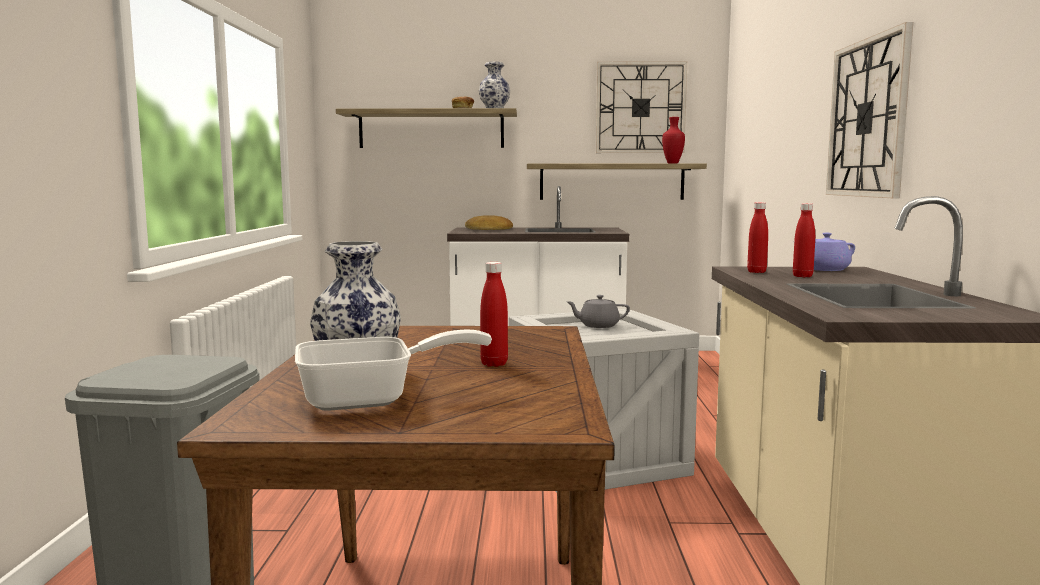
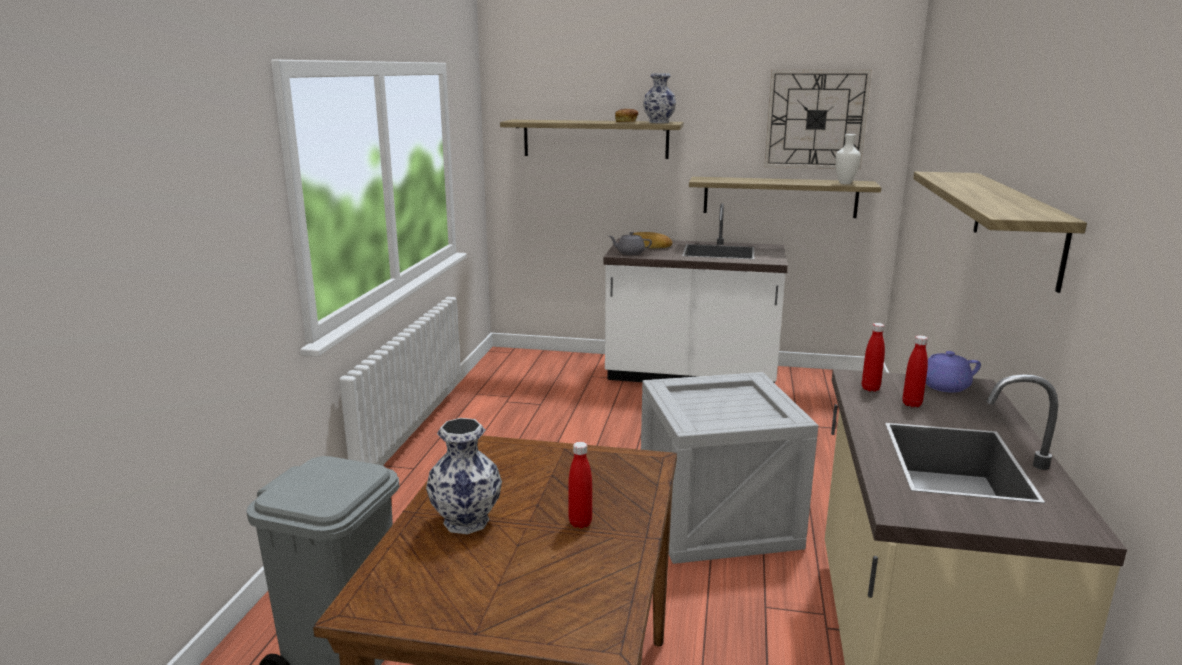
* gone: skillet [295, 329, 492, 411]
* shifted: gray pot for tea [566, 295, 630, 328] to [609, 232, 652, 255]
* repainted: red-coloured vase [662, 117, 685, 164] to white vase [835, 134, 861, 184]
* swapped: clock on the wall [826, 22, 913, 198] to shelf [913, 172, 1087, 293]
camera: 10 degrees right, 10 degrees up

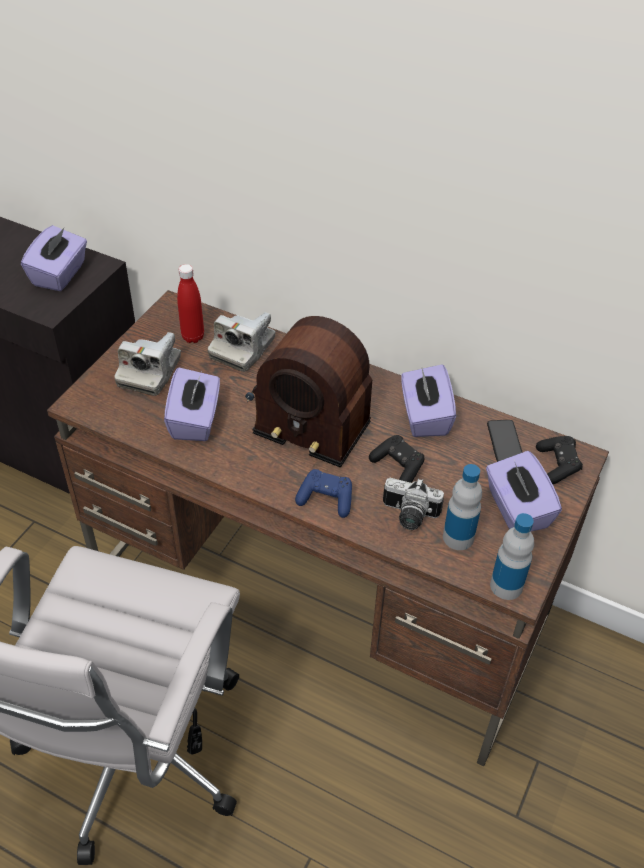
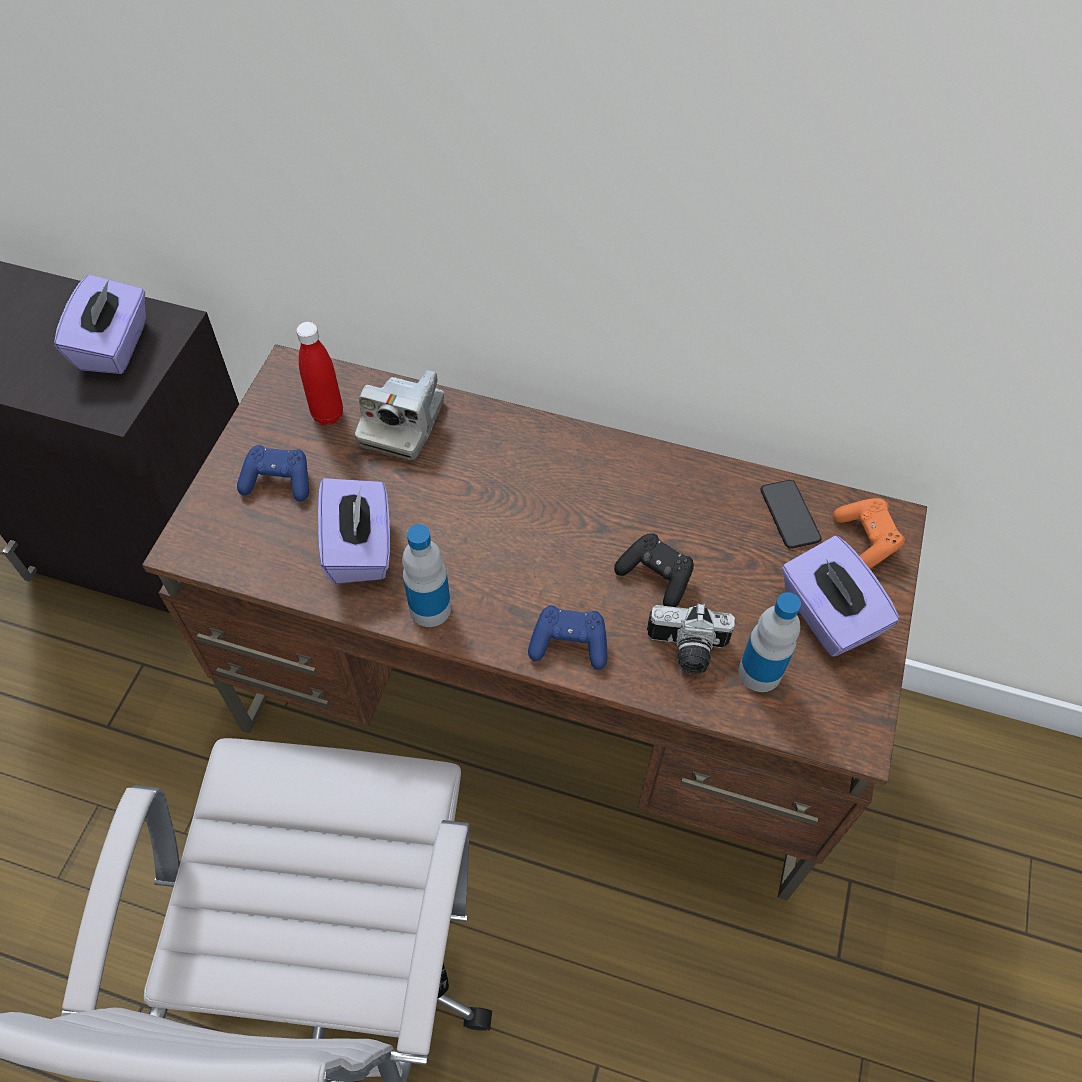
* swapped: still camera [115, 332, 181, 396] to blue joypad [237, 445, 309, 502]
* gone: radio set [245, 316, 372, 468]
* gone: purple tissue box [401, 365, 456, 437]
* shifted: beverage bottle [490, 513, 534, 600] to [402, 524, 451, 627]
* repainted: blackish joypad [536, 436, 583, 484] to orange joypad [833, 498, 905, 569]
camera: 10 degrees left, 10 degrees up

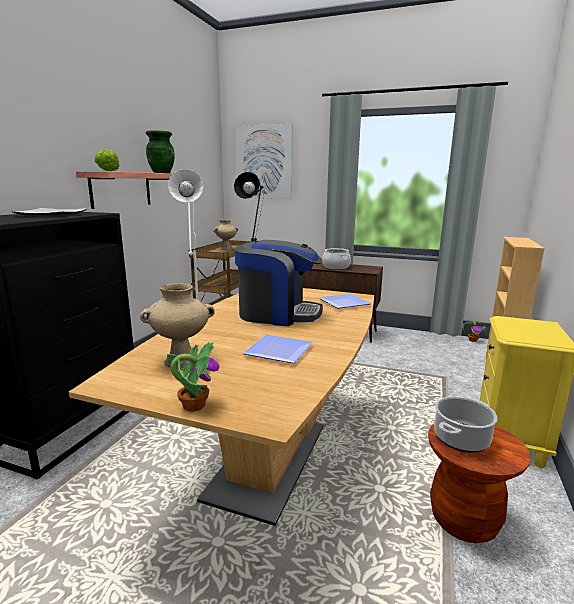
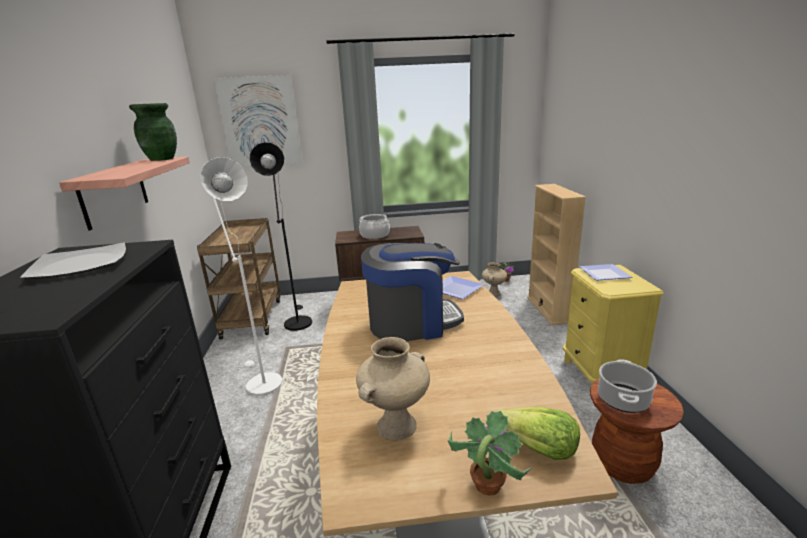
* shifted: lettuce head [94, 149, 120, 171] to [497, 407, 580, 460]
* shifted: sand-coloured vase [213, 220, 238, 250] to [482, 262, 507, 297]
* shifted: dinner plate [243, 335, 313, 363] to [579, 264, 633, 280]
camera: 25 degrees left, 5 degrees up

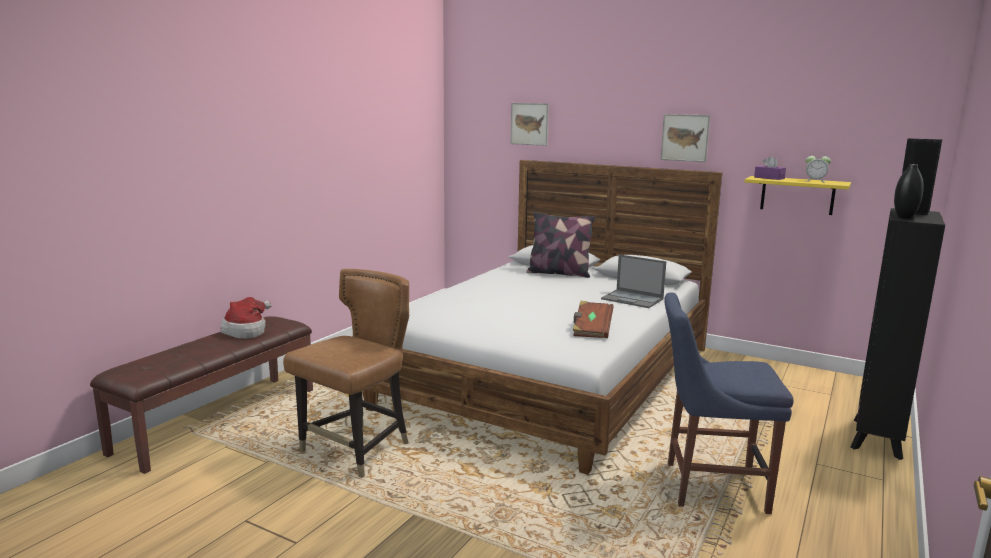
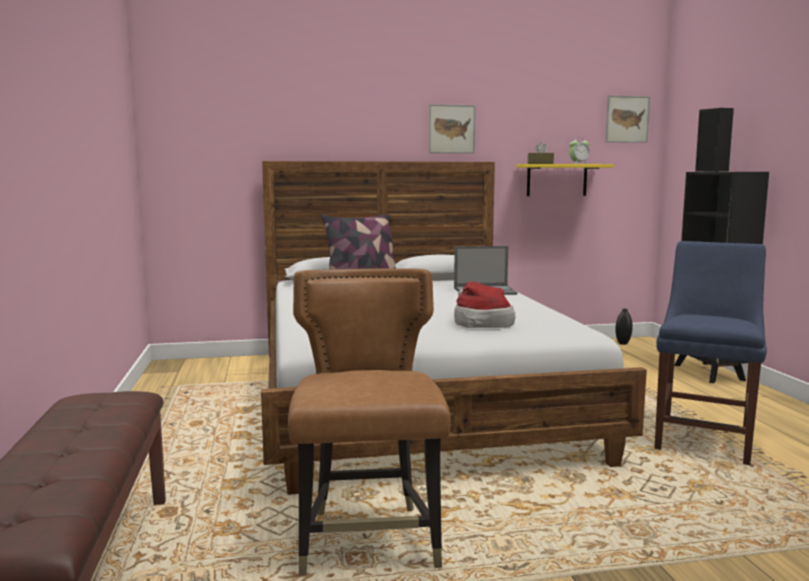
* shifted: hat [221, 297, 272, 339] to [454, 282, 515, 328]
* shifted: wall art [511, 103, 549, 146] to [605, 95, 650, 143]
* gone: brown-coloured volume [573, 301, 614, 338]
* rotated: blue plain chair [664, 292, 794, 514] = [655, 241, 767, 465] 150 degrees clockwise
* repainted: purple tissue box [754, 156, 786, 180] to brown-coloured tissue box [528, 142, 554, 164]
* shifted: blackish vase [894, 164, 924, 219] to [615, 309, 633, 345]
camera: 40 degrees left, 5 degrees down

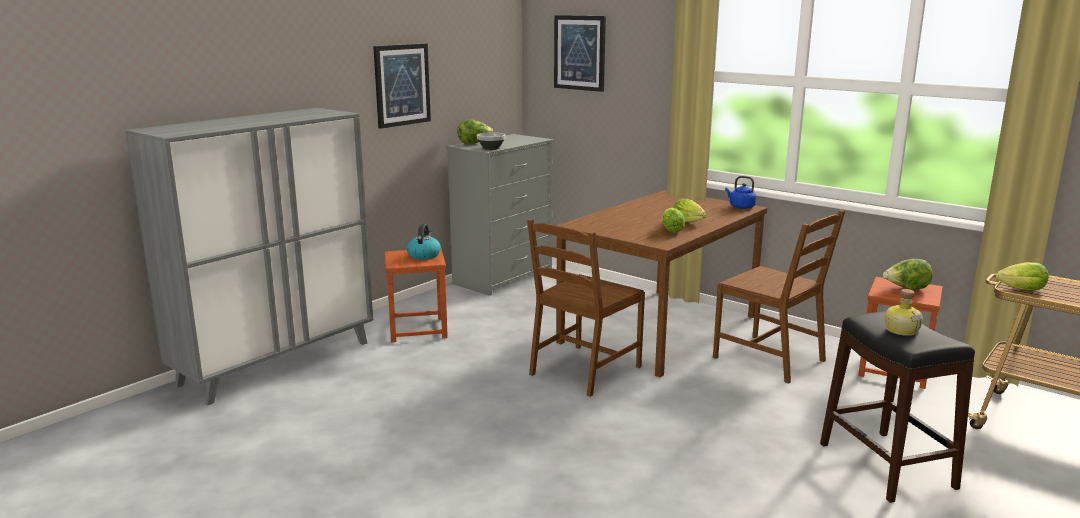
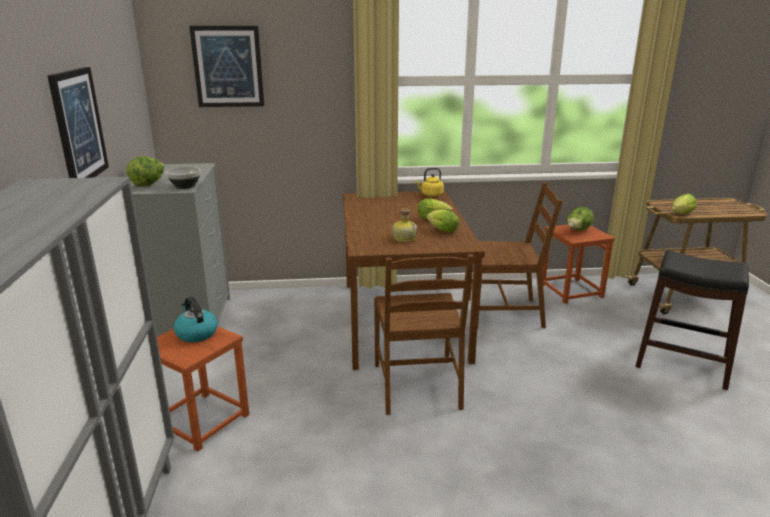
* repainted: blue tea kettle [725, 176, 756, 209] to yellowish tea kettle [415, 168, 444, 197]
* shifted: beverage bottle [885, 289, 923, 336] to [392, 208, 417, 242]
camera: 45 degrees left, 5 degrees up

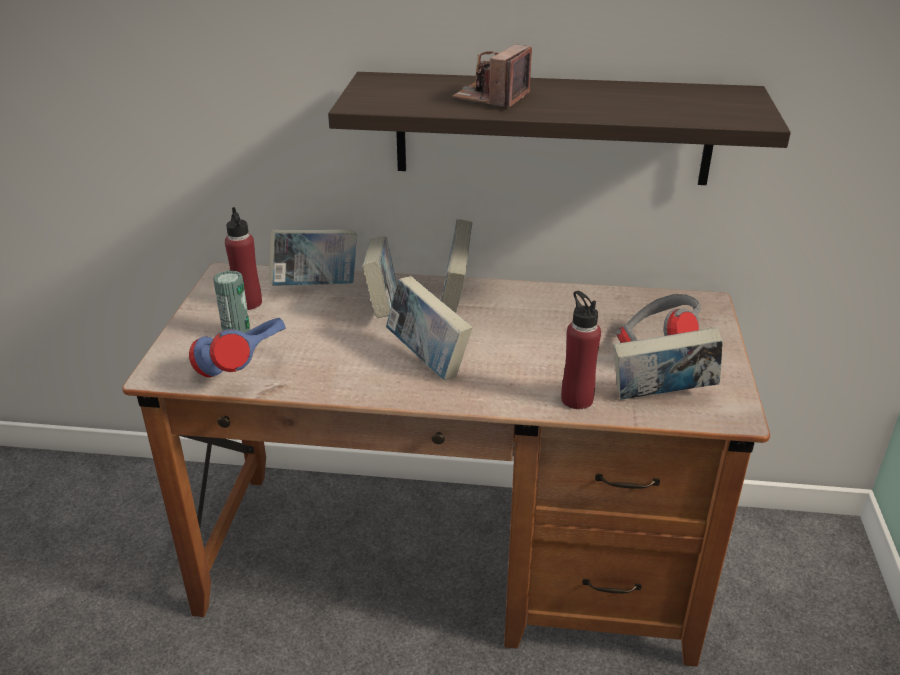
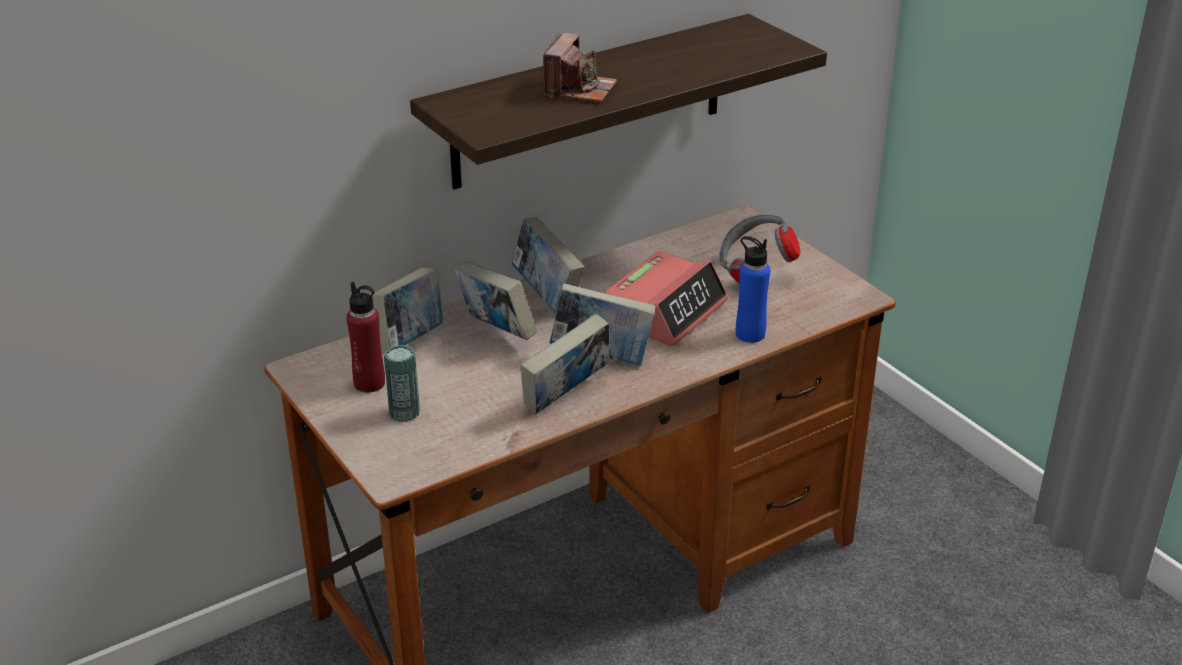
* gone: blue headset [189, 318, 286, 377]
* rotated: still camera [452, 44, 532, 107] = [543, 33, 617, 102] 150 degrees counterclockwise
* repainted: red-coloured beverage bottle [561, 291, 601, 409] to blue beverage bottle [736, 236, 770, 343]
* shifted: volume [613, 327, 723, 400] to [520, 314, 609, 415]
* new: bedside clock [604, 251, 728, 346]
camera: 40 degrees left, 0 degrees up

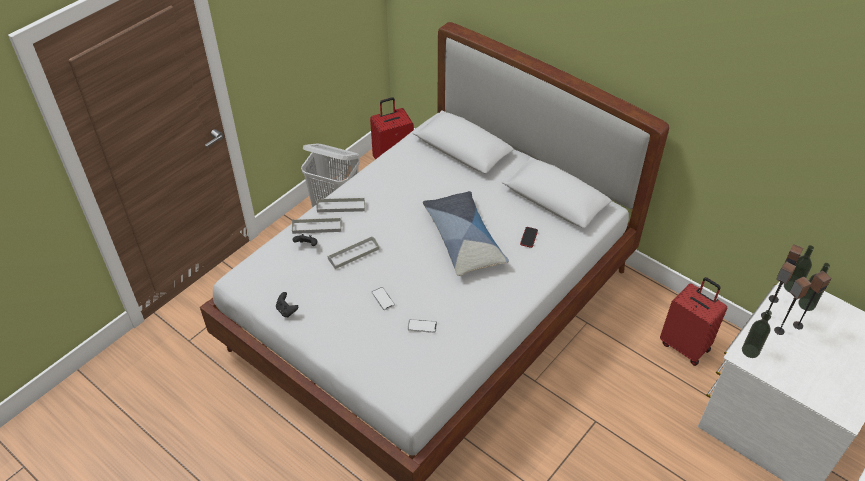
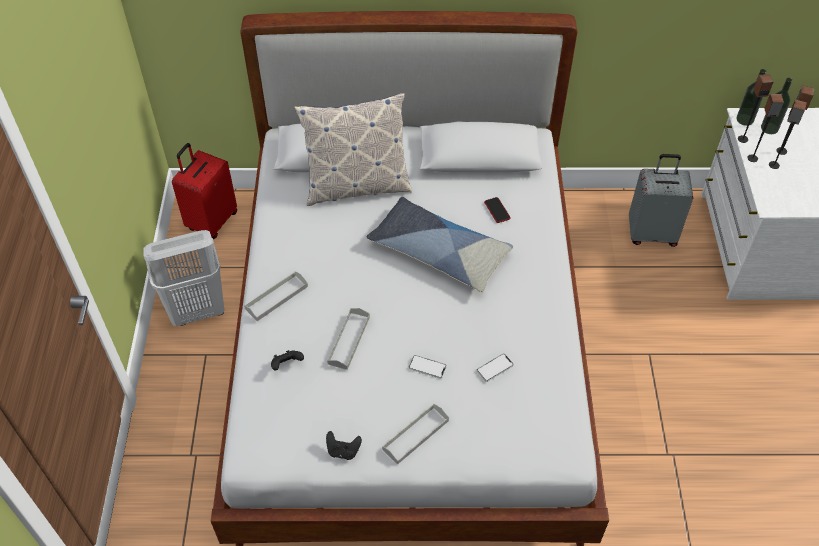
* shifted: gray carrying tray [292, 218, 342, 234] to [382, 404, 449, 465]
* repainted: red-coloured travel case [660, 277, 727, 366] to gray travel case [629, 154, 693, 247]
* gone: beverage bottle [742, 310, 772, 358]
* new: cushion [294, 93, 412, 206]
camera: 40 degrees left, 5 degrees up

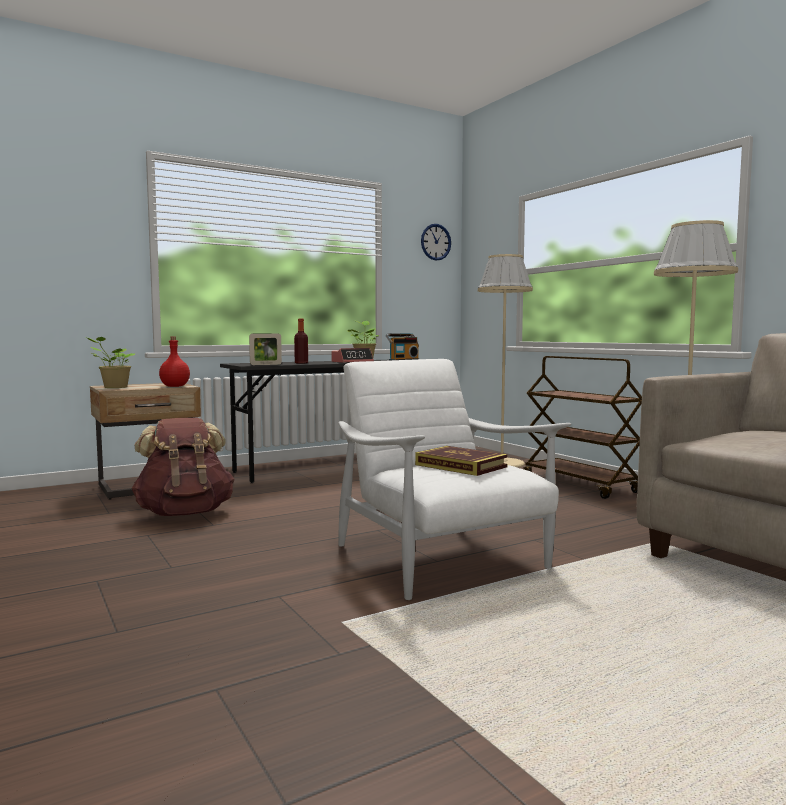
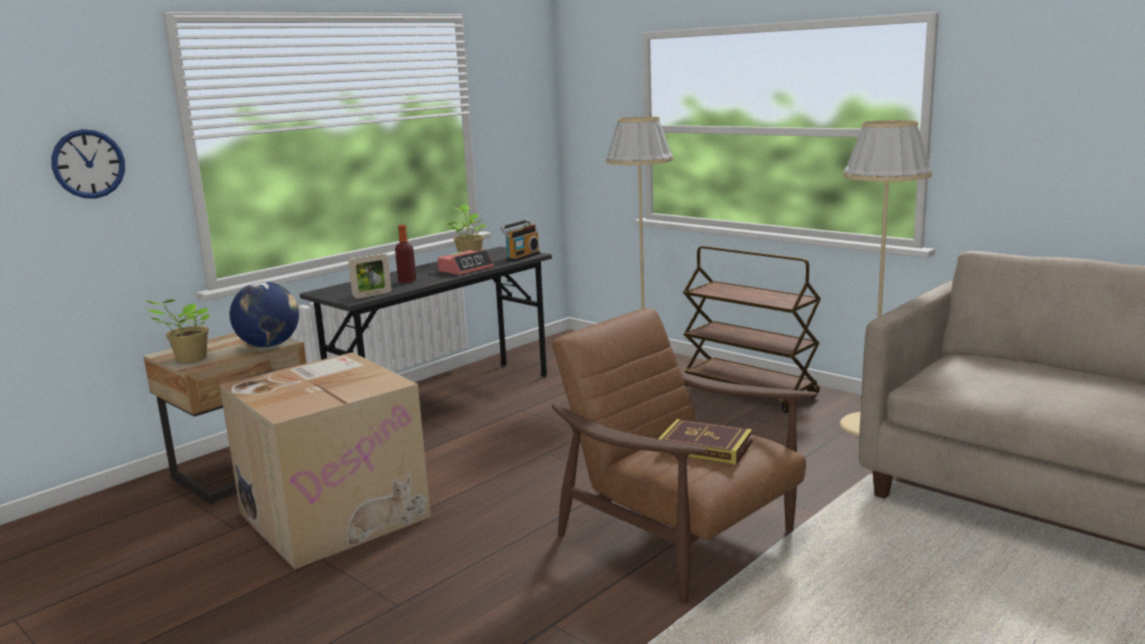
* swapped: brown-coloured backpack [132, 418, 235, 516] to packing box [220, 352, 431, 569]
* swapped: red-coloured beverage bottle [159, 337, 190, 387] to desk globe [230, 282, 299, 347]
* repainted: white armchair [338, 359, 571, 600] to brown-coloured armchair [552, 308, 817, 604]
* shifted: clock on the wall [421, 224, 451, 261] to [51, 129, 125, 199]
camera: 15 degrees left, 10 degrees up

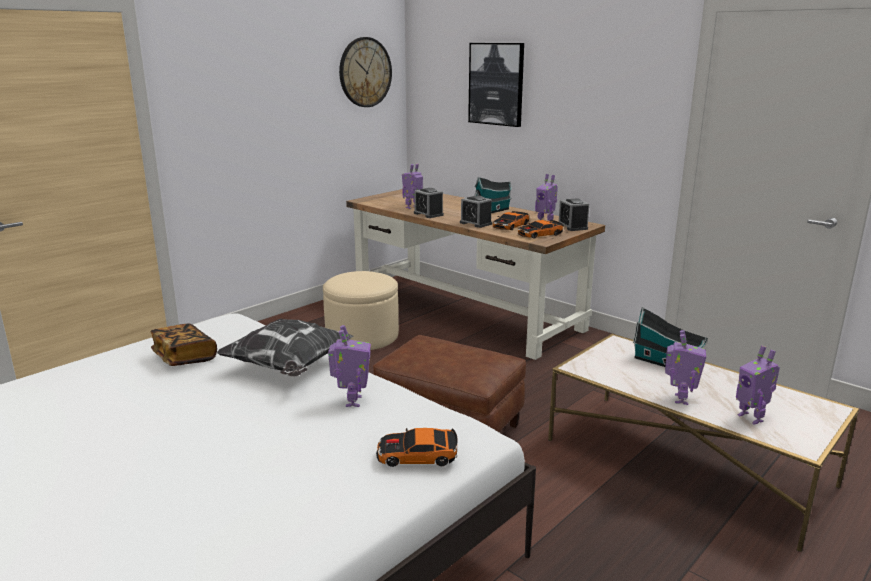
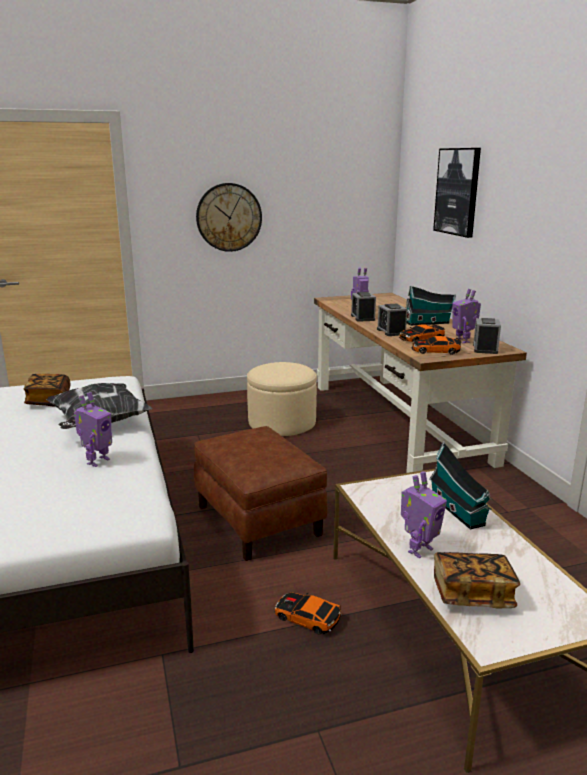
* shifted: clock on the wall [339, 37, 392, 107] to [196, 183, 262, 252]
* shifted: model car [376, 428, 458, 467] to [275, 592, 342, 634]
* swapped: robot figure [736, 346, 780, 425] to volume [434, 552, 520, 608]
camera: 30 degrees right, 0 degrees up

